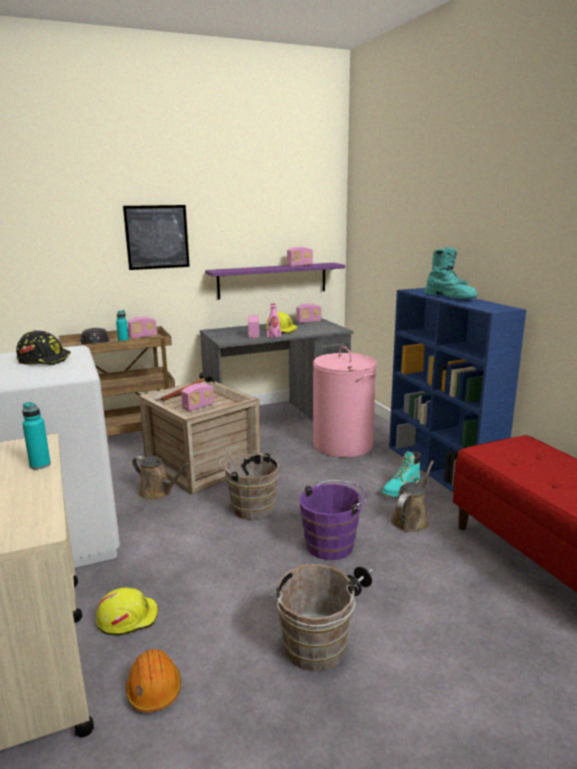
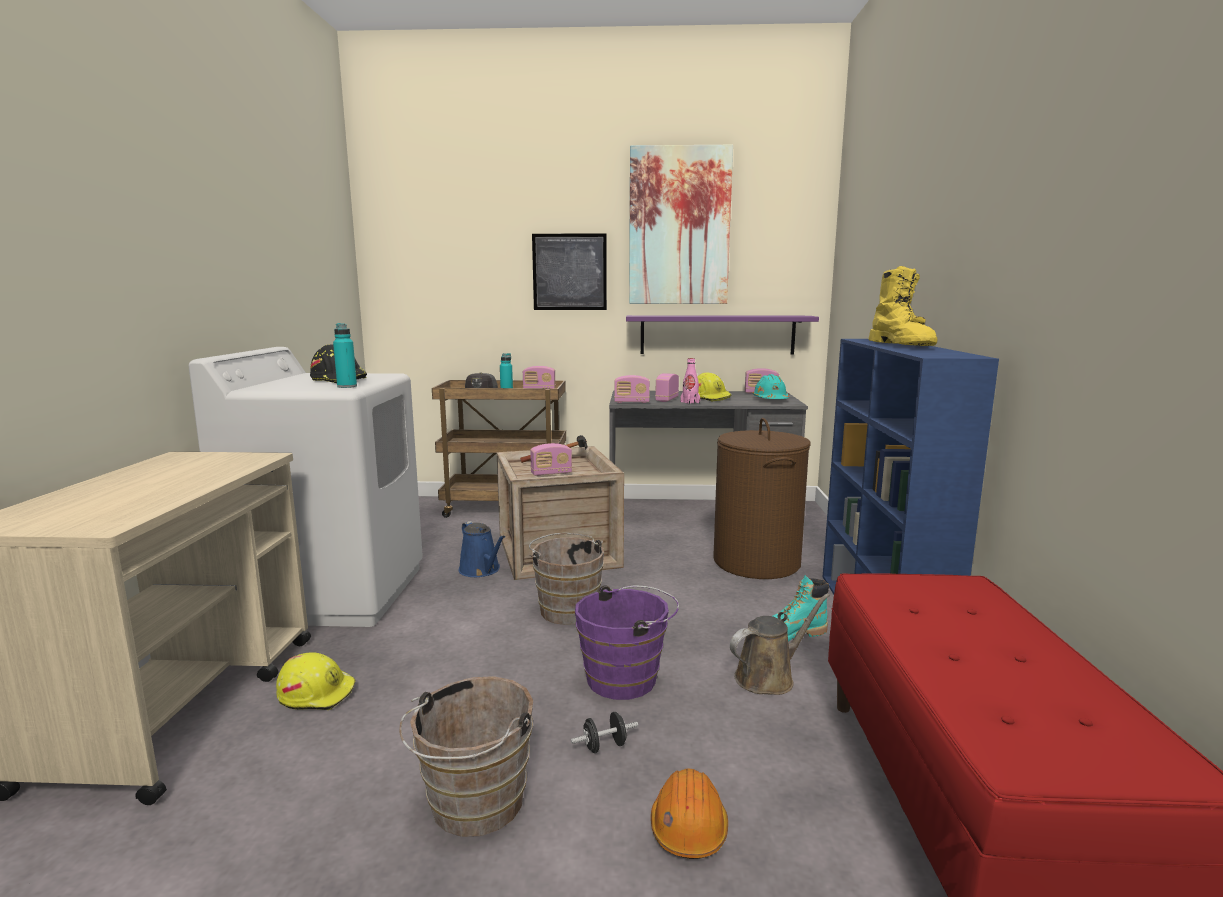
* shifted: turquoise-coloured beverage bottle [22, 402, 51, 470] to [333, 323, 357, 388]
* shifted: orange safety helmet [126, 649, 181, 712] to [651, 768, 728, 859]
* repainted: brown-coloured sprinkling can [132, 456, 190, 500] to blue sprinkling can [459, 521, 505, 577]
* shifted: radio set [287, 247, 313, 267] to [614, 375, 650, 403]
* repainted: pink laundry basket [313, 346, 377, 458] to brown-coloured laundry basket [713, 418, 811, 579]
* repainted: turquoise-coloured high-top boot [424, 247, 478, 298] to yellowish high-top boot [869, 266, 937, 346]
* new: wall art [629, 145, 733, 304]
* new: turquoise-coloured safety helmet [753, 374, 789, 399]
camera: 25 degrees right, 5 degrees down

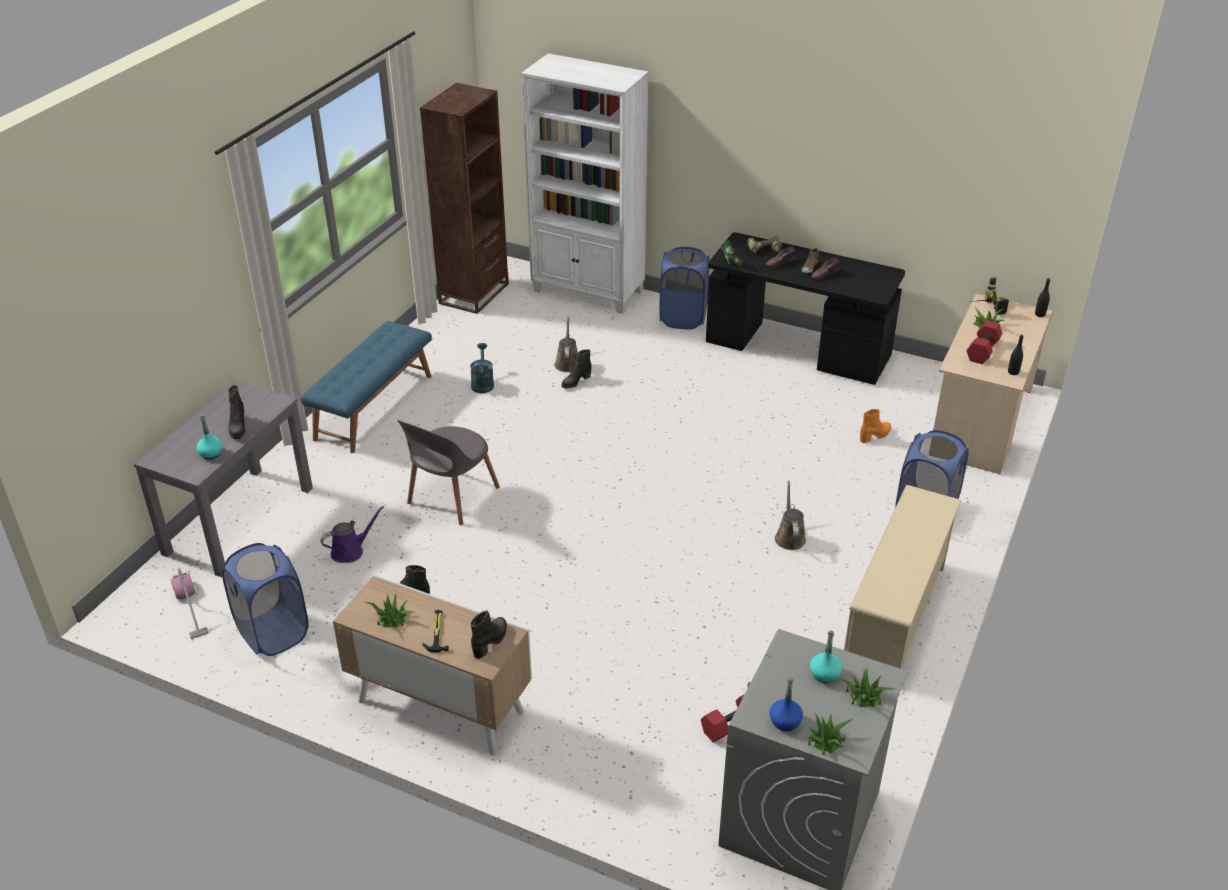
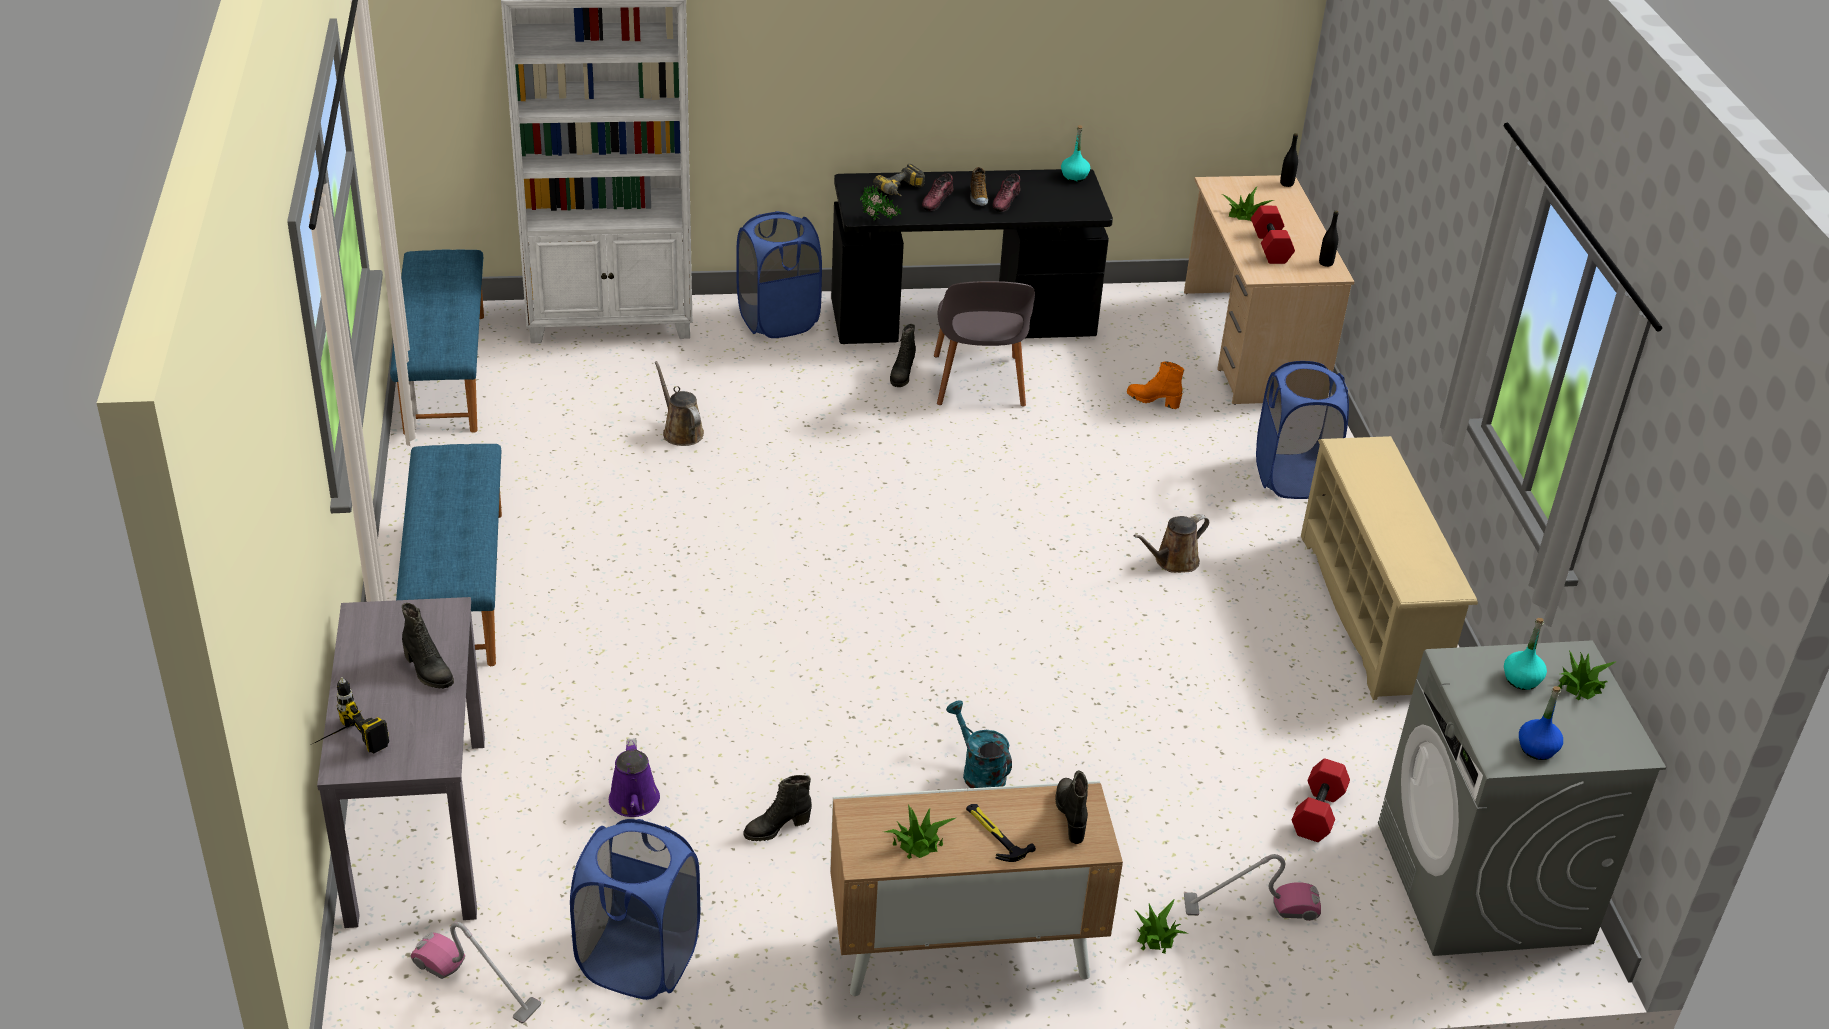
* shifted: turquoise-coloured beverage bottle [196, 414, 223, 459] to [1061, 125, 1090, 182]
* rotated: purple sprinkling can [320, 506, 384, 563] = [609, 738, 660, 817] 150 degrees clockwise
* shifted: gray plain chair [397, 420, 500, 525] to [934, 281, 1035, 407]
* swapped: brown-coloured shelving unit [420, 83, 509, 314] to blue bench [390, 249, 484, 435]
* shifted: turquoise-coloured sprinkling can [470, 343, 494, 393] to [946, 701, 1012, 788]
* shifted: blackish high-top boot [561, 349, 592, 388] to [890, 324, 916, 387]
* rotated: brown-coloured sprinkling can [775, 481, 806, 550] = [1134, 514, 1209, 573] 90 degrees counterclockwise
* shifted: potted plant [805, 713, 853, 755] to [1135, 900, 1188, 954]
* rotated: orange high-top boot [860, 409, 891, 443] = [1127, 361, 1184, 409] 90 degrees counterclockwise
* shifted: power drill [970, 275, 1009, 315] to [313, 677, 389, 753]
* new: vacuum [1184, 854, 1321, 921]
camera: 35 degrees left, 0 degrees up

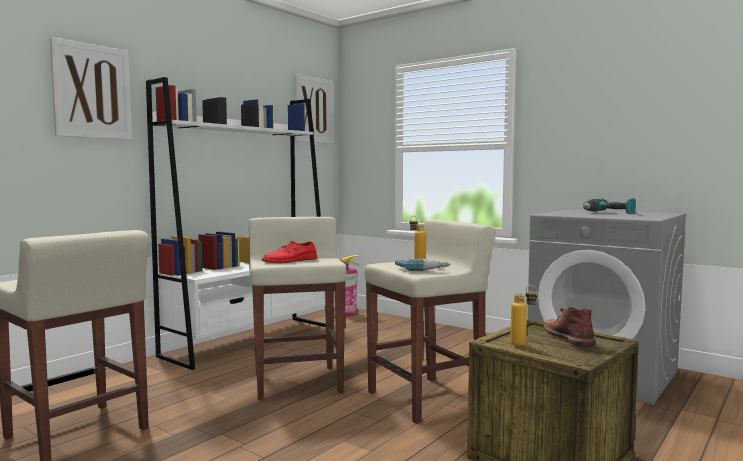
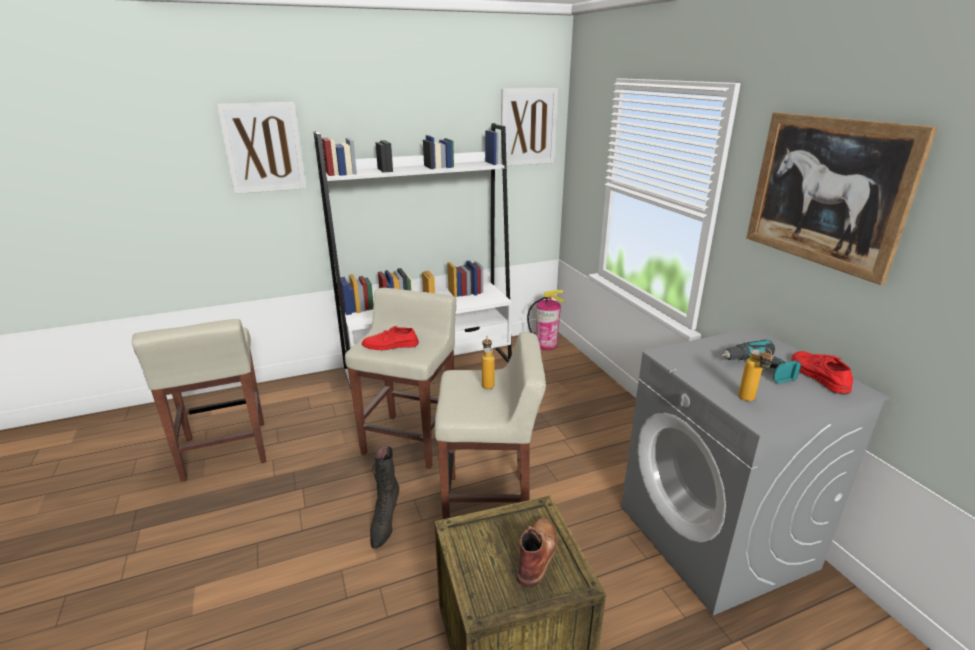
* gone: power drill [395, 258, 450, 271]
* shifted: beverage bottle [510, 285, 538, 346] to [738, 348, 774, 401]
* new: blackish high-top boot [370, 446, 399, 549]
* new: wall art [746, 112, 938, 285]
* new: red-coloured shoe [792, 351, 853, 395]
camera: 30 degrees right, 20 degrees up

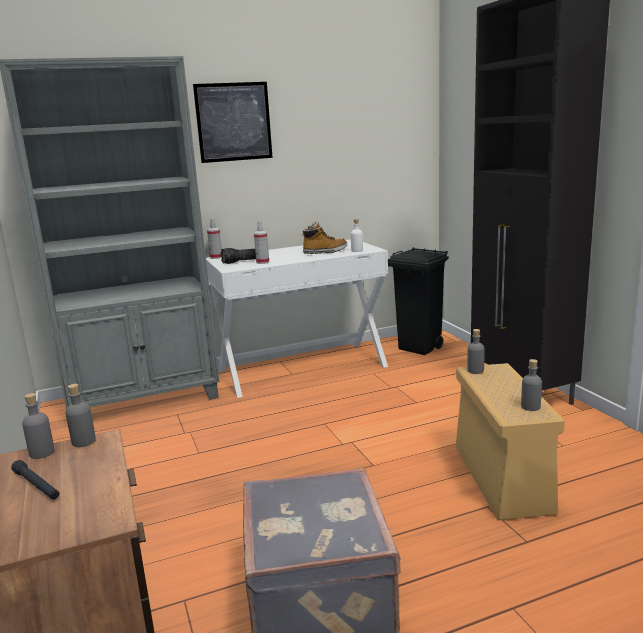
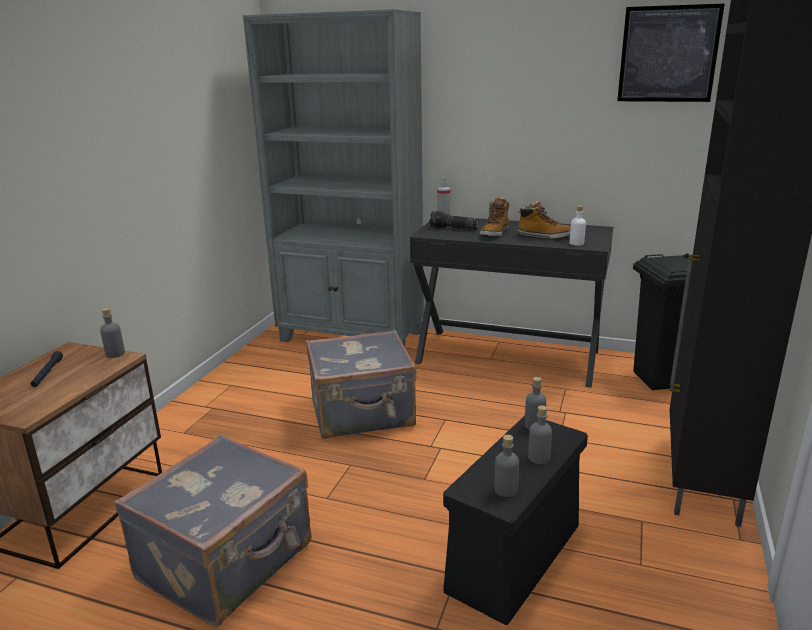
* shifted: gray beverage bottle [22, 393, 54, 459] to [528, 405, 552, 464]
* shifted: wall art [193, 82, 273, 163] to [617, 4, 725, 102]
* repainted: white desk table [206, 239, 388, 398] to blackish desk table [410, 218, 613, 388]
* gone: sprayer [254, 221, 269, 264]
* repainted: sand-coloured storage bin [456, 363, 565, 520] to blackish storage bin [443, 416, 588, 625]
* new: gray travel case [306, 330, 417, 439]
* new: high-top boot [480, 197, 510, 237]
camera: 40 degrees right, 5 degrees up

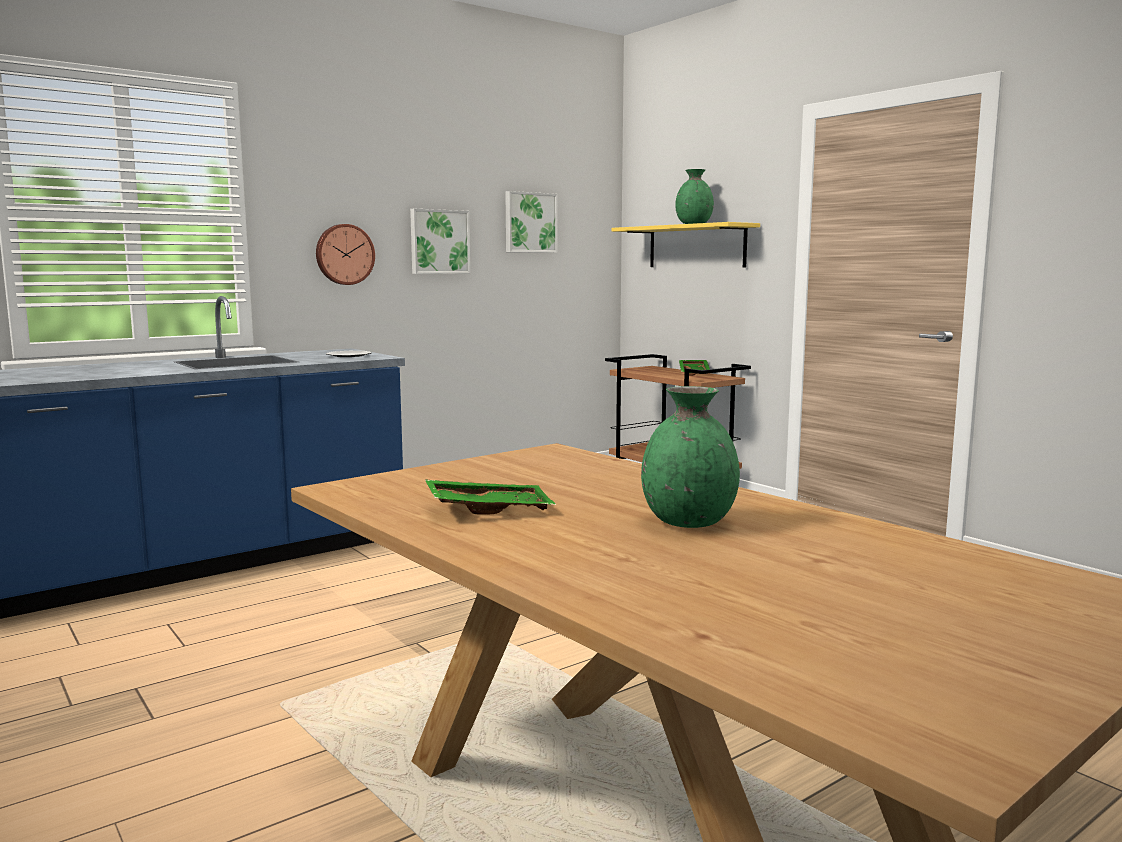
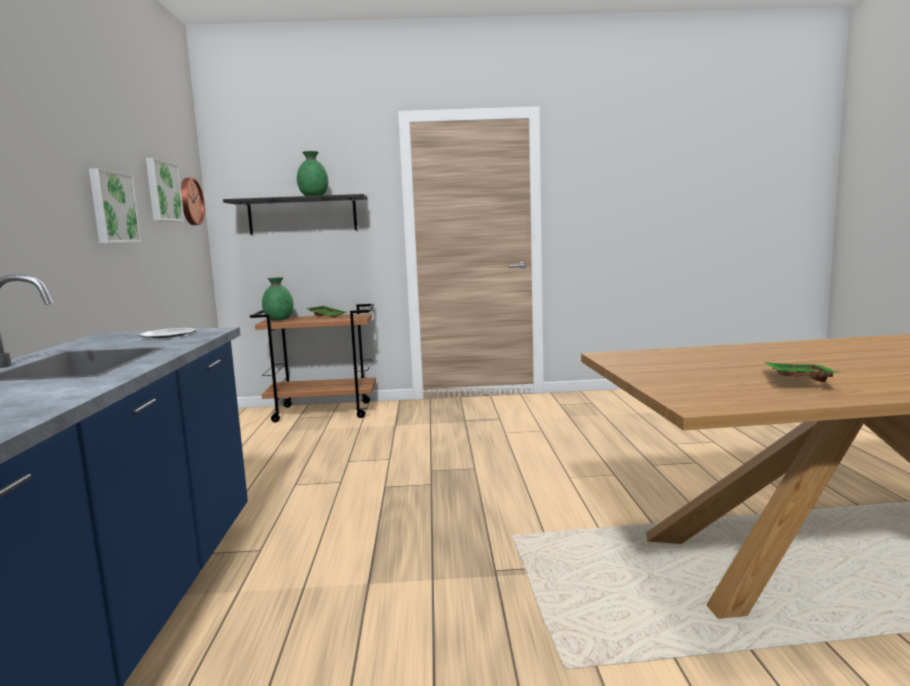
* shifted: clock on the wall [316, 224, 375, 285] to [181, 177, 205, 225]
* repainted: yellowish shelf [611, 222, 760, 268] to blackish shelf [223, 194, 368, 234]
* shifted: greenish vase [641, 386, 740, 528] to [262, 277, 294, 321]
camera: 55 degrees left, 0 degrees up

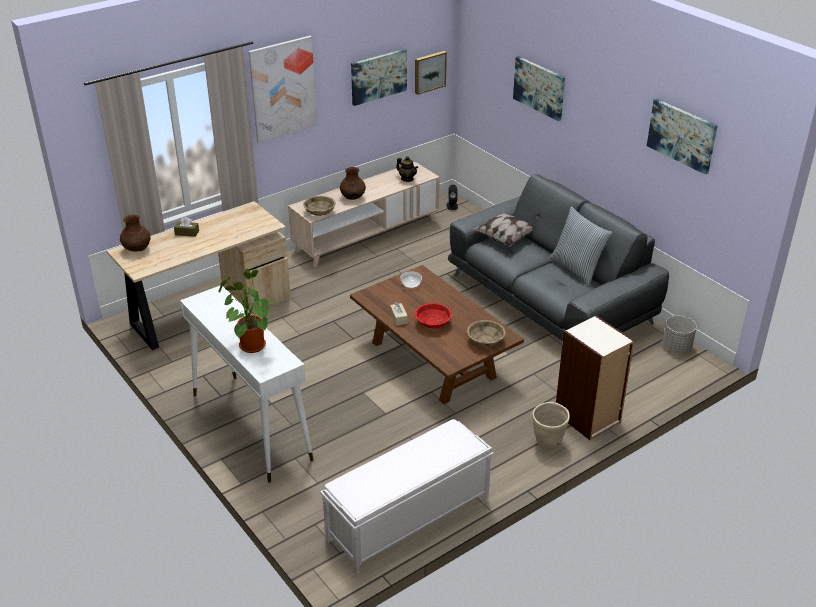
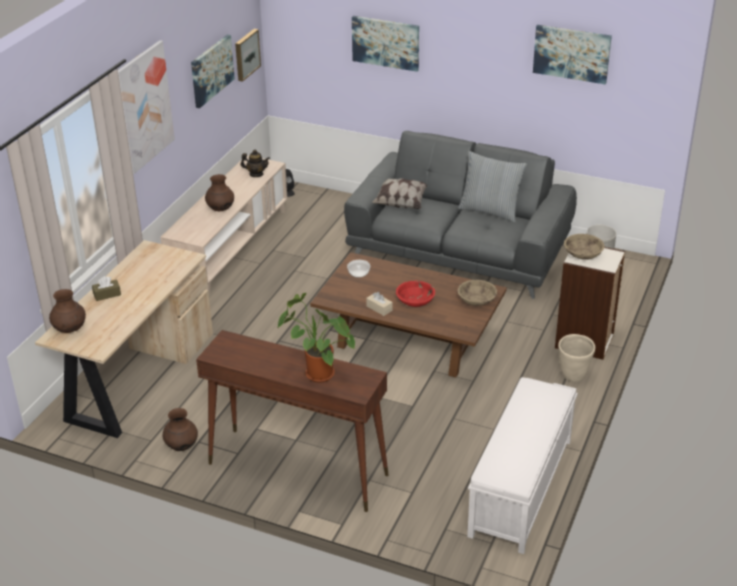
* repainted: white console table [180, 285, 314, 482] to brown-coloured console table [196, 330, 388, 512]
* shifted: sand-coloured deep dish [303, 196, 336, 216] to [564, 234, 605, 260]
* new: brown-coloured vase [163, 408, 198, 451]
camera: 30 degrees left, 0 degrees up

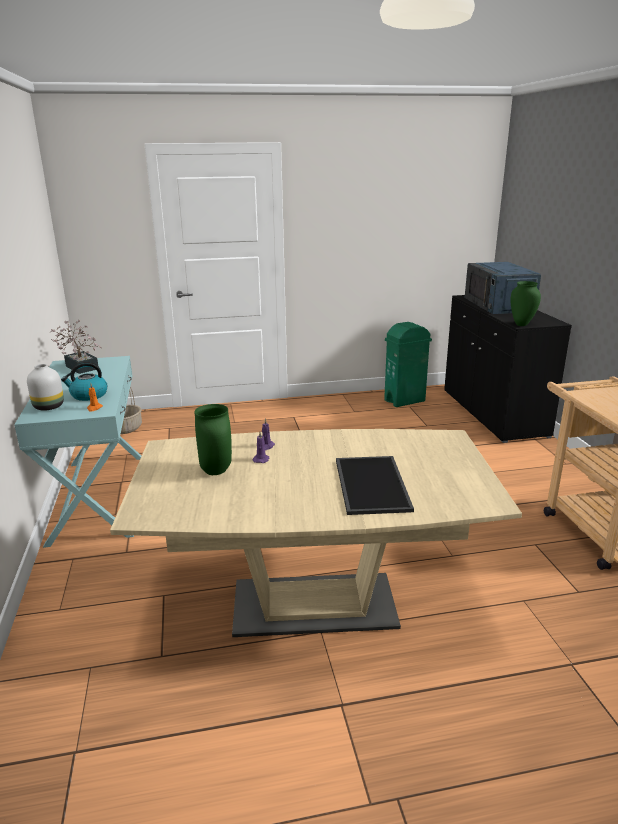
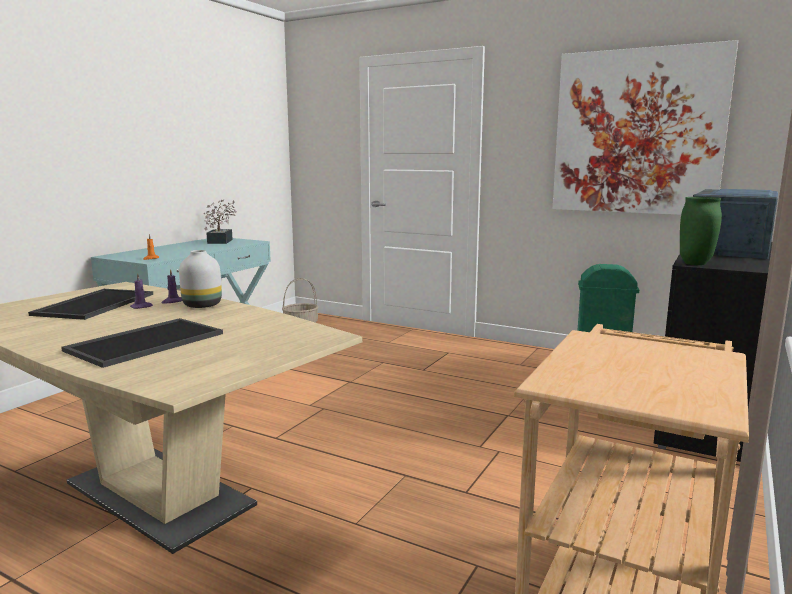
* shifted: white vase [27, 364, 64, 410] to [179, 250, 222, 308]
* gone: tea kettle [61, 362, 107, 401]
* swapped: greenish vase [194, 404, 232, 475] to carrying tray [28, 289, 153, 320]
* new: wall art [553, 40, 738, 215]
camera: 40 degrees right, 10 degrees down

